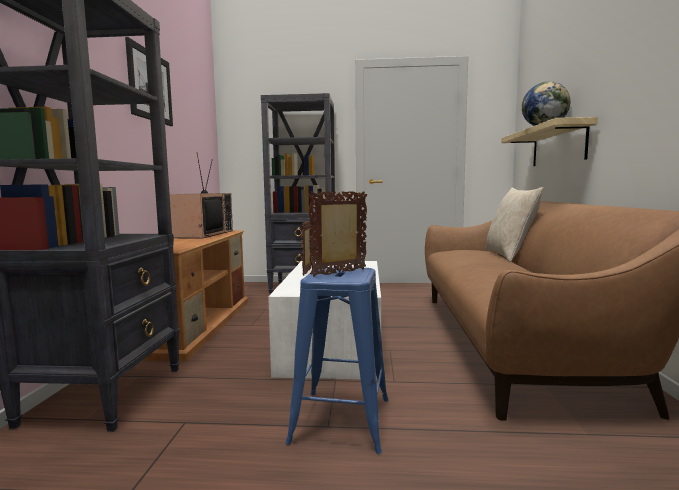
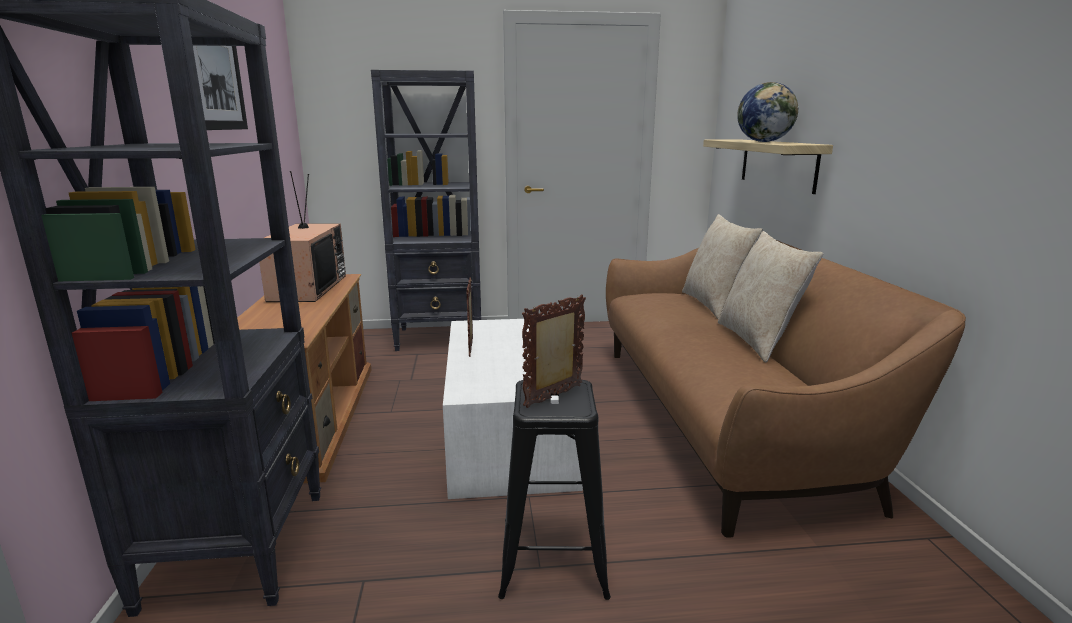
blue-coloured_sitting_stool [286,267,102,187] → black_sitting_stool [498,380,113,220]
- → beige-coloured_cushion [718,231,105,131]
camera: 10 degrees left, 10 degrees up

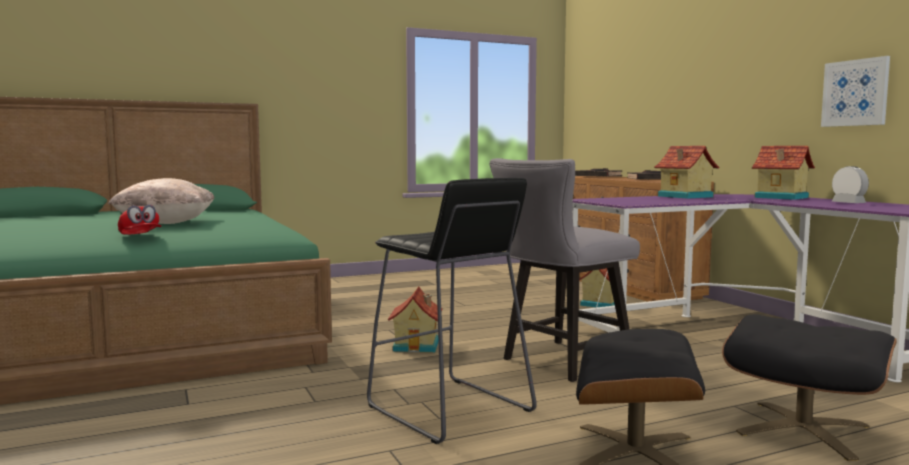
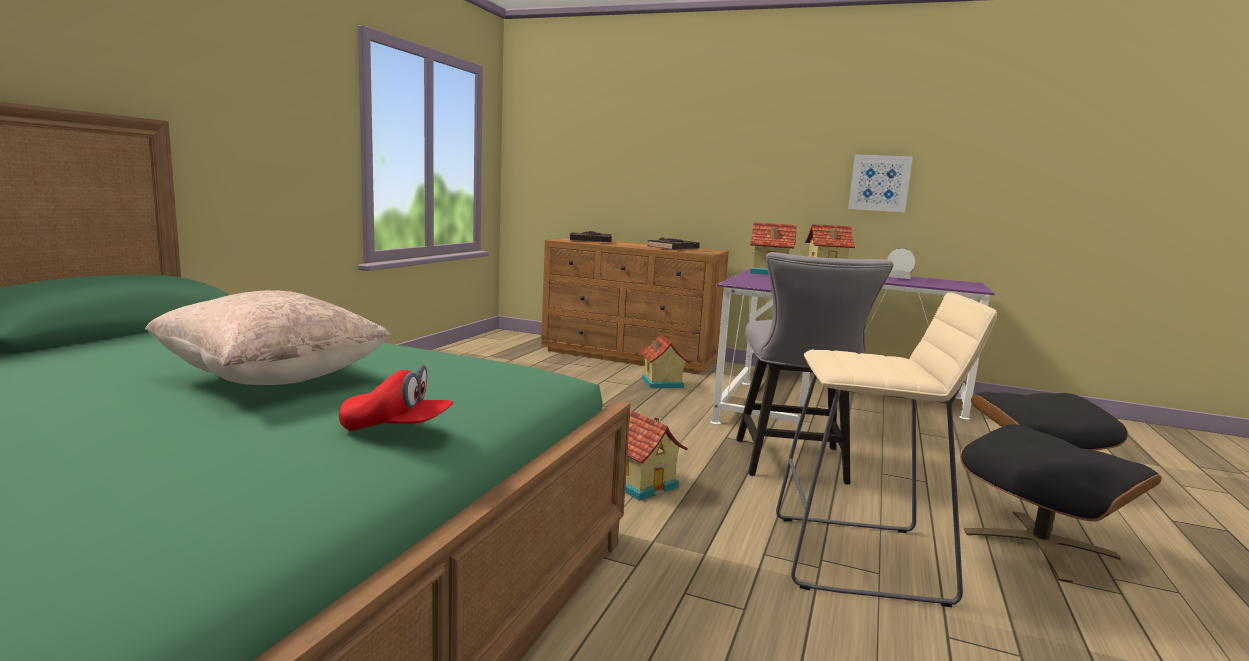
black_sitting_stool [367,178,170,266] → beige-coloured_sitting_stool [776,292,221,315]
camera: 45 degrees left, 5 degrees up

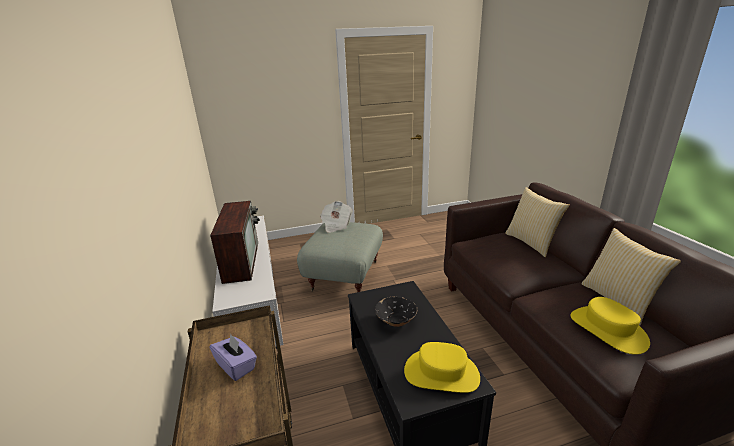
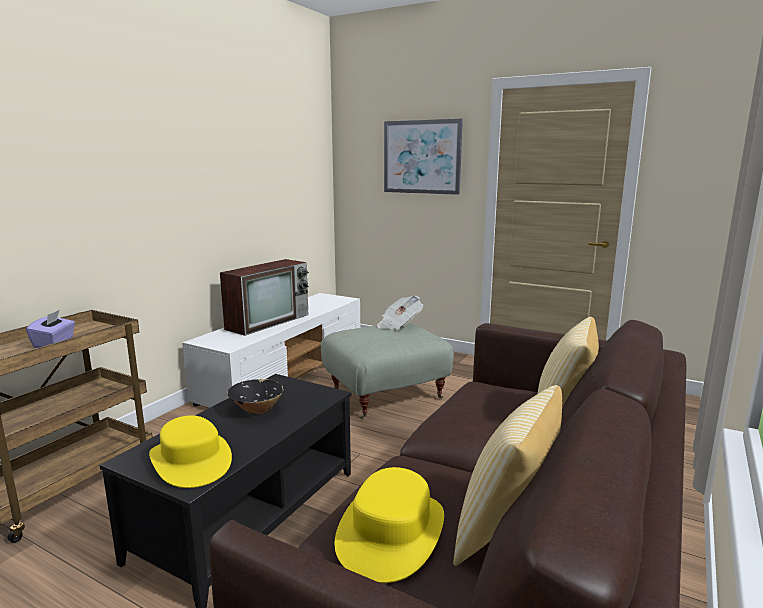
- → wall_picture [384,119,79,76]
camera: 45 degrees right, 10 degrees down

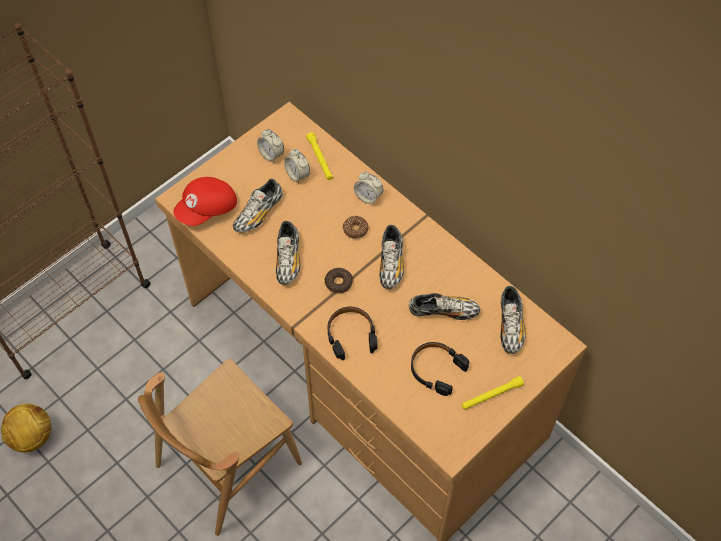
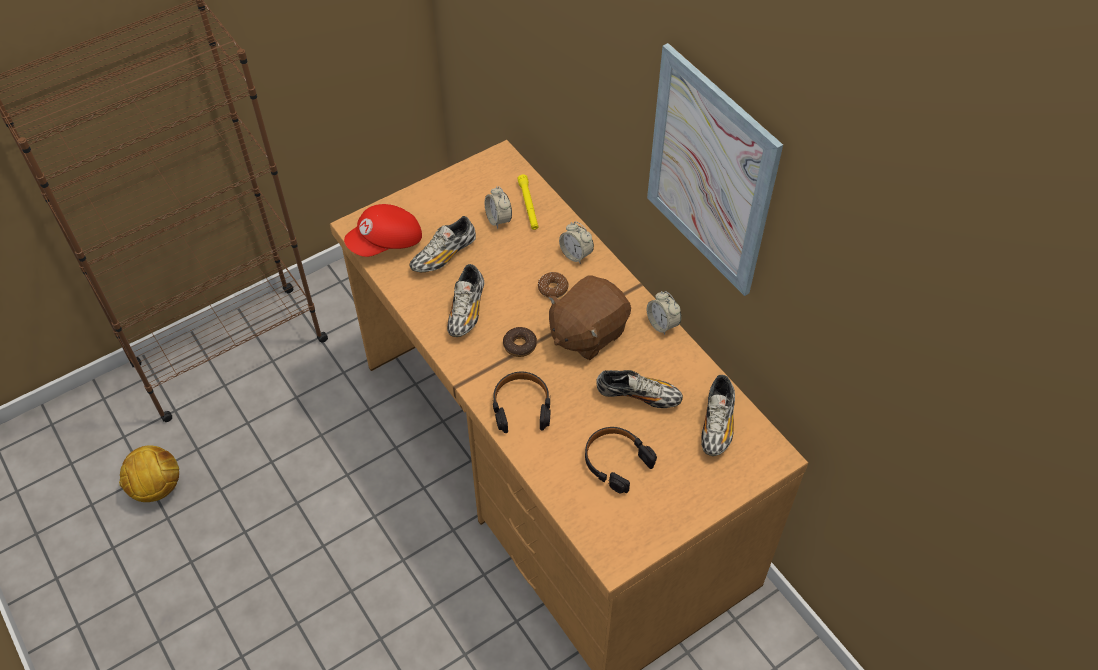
low_shoe [380,225,24,64] → brownish_plush_toy [548,275,83,85]
- → wall_picture [647,43,136,253]
alarm_clock [257,129,27,33] → alarm_clock [647,291,34,44], shifted
brownish_chair [138,359,164,177] → -
yellow-coloured_flashlight [462,376,62,34] → -
camera: 10 degrees right, 5 degrees down

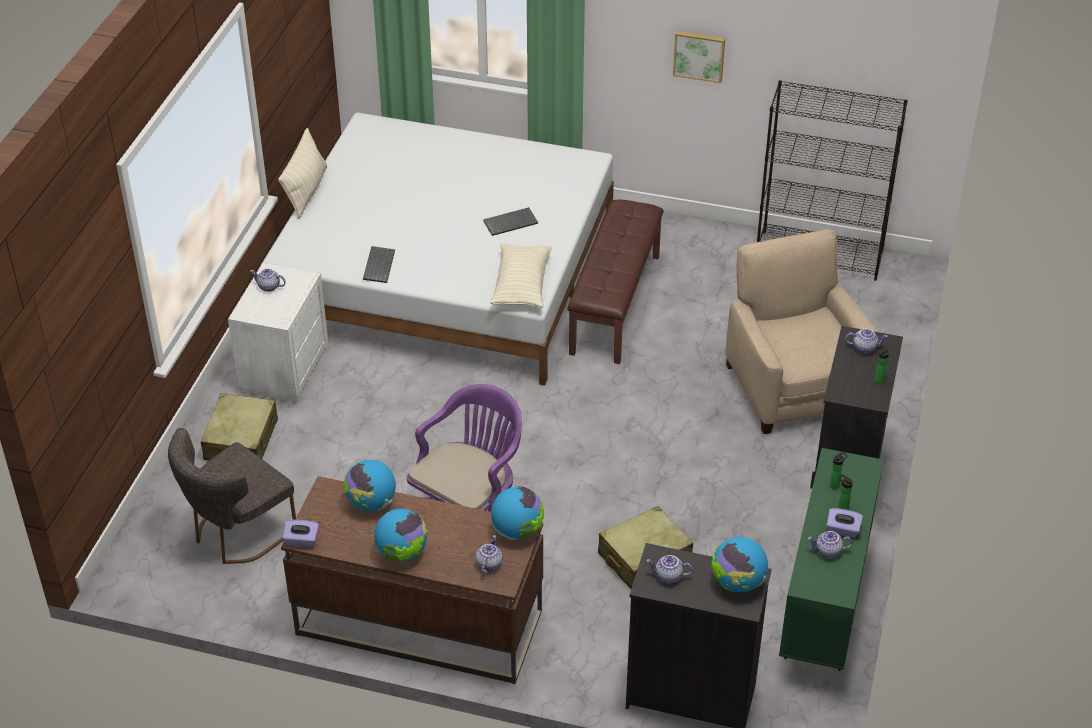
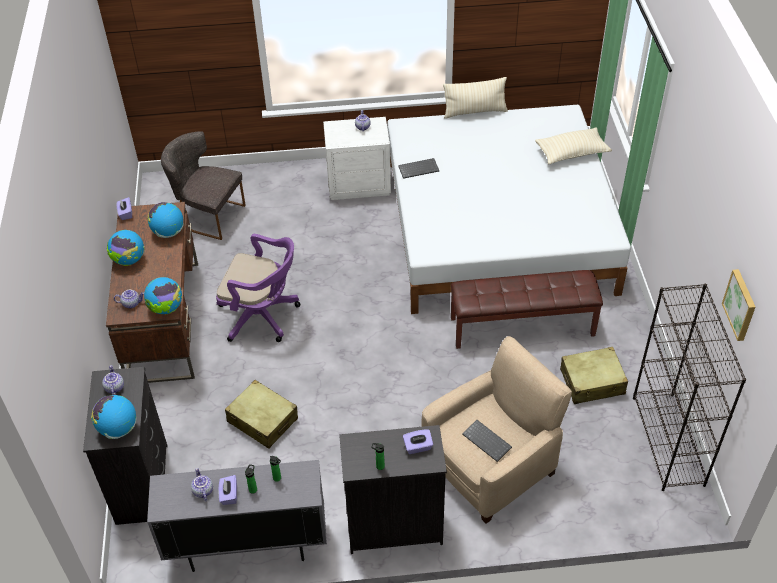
green-coloured_cabinet [779,448,105,223] → gray_cabinet [147,460,180,112]
tea_pot [845,329,43,25] → purple_box_of_tissues [403,429,30,25]
PC_keyboard [483,207,55,29] → PC_keyboard [462,420,50,42], shifted
beige-coloured_cushion [490,243,62,65] → beige-coloured_cushion [535,127,77,37], shifted
beige-coloured_piece_of_luggage [201,393,77,67] → beige-coloured_piece_of_luggage [560,347,68,57], shifted
wall_picture [673,31,52,52] → wall_picture [722,269,33,72], shifted
camera: 70 degrees right, 5 degrees up

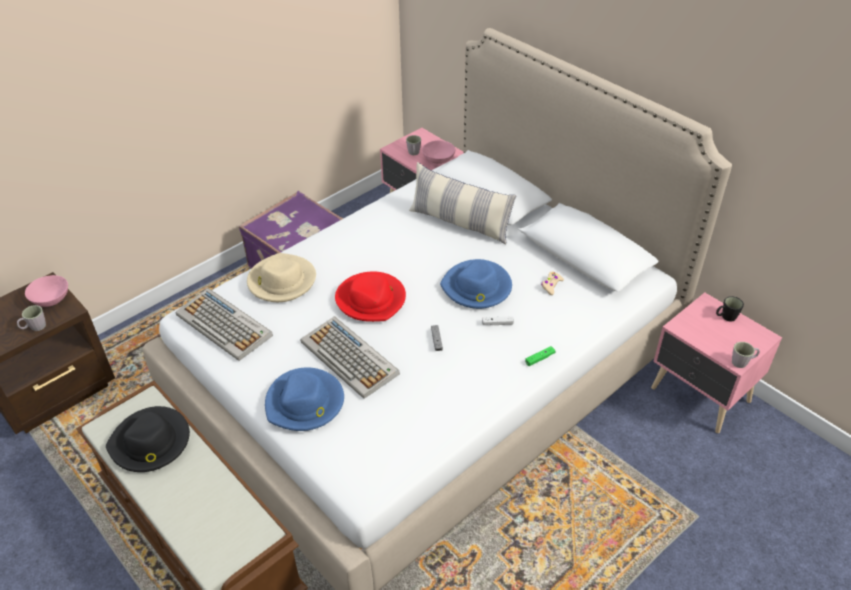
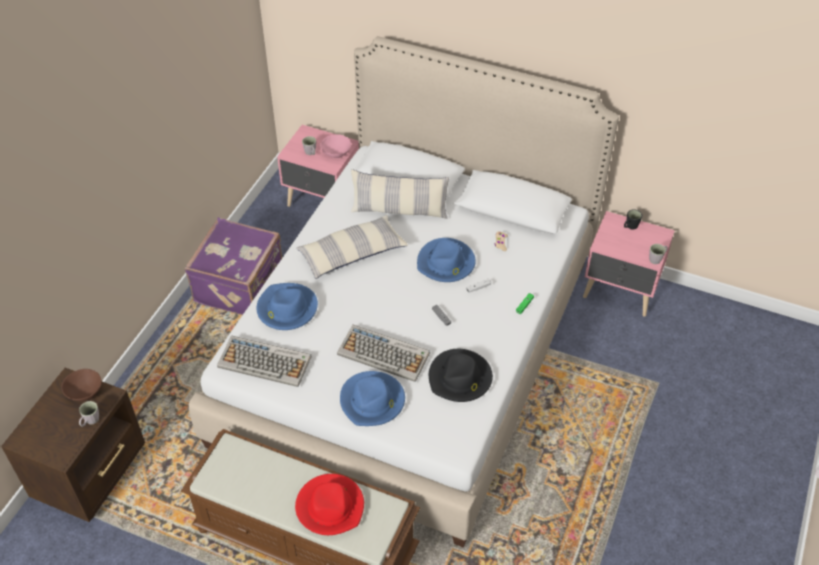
pinkish_bowl [25,275,43,32] → brownish_bowl [62,369,40,33]
beige-coloured_hat [247,253,69,49] → blue-coloured_hat [256,283,62,47]
reddish_hat [335,271,71,51] → reddish_hat [295,474,69,61], shifted
- → cushion [296,215,112,64]
black_hat [106,406,84,66] → black_hat [429,349,64,53], shifted
camera: 25 degrees left, 5 degrees up

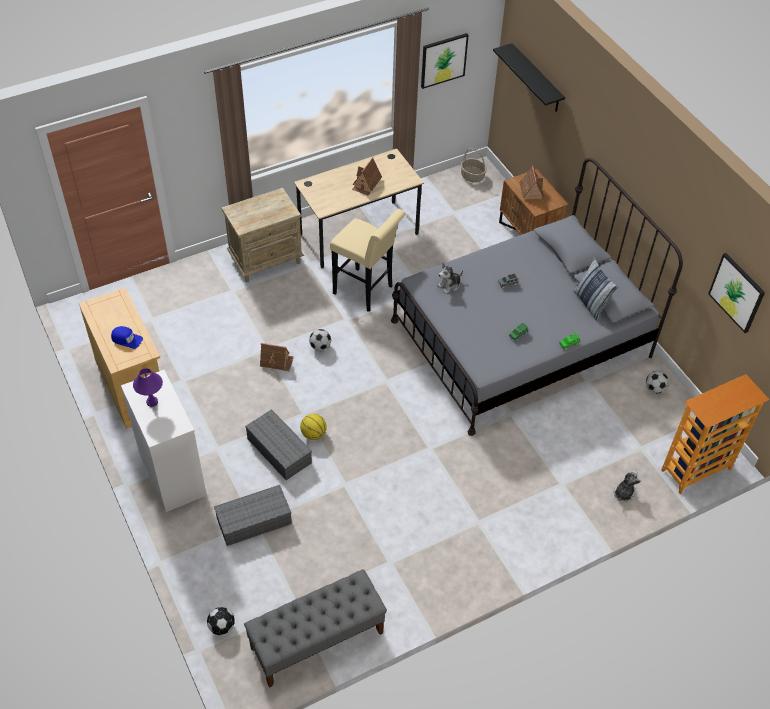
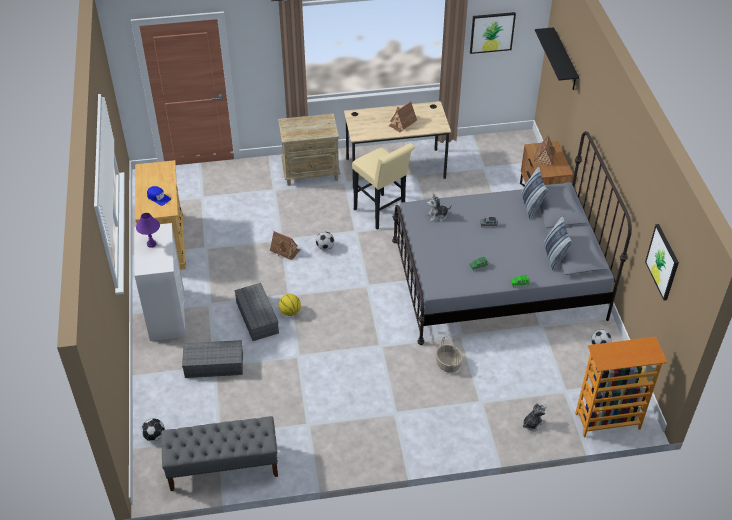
household_basket [461,148,26,35] → household_basket [436,336,27,37], shifted
- → cushion [521,165,27,53]
camera: 20 degrees right, 5 degrees down

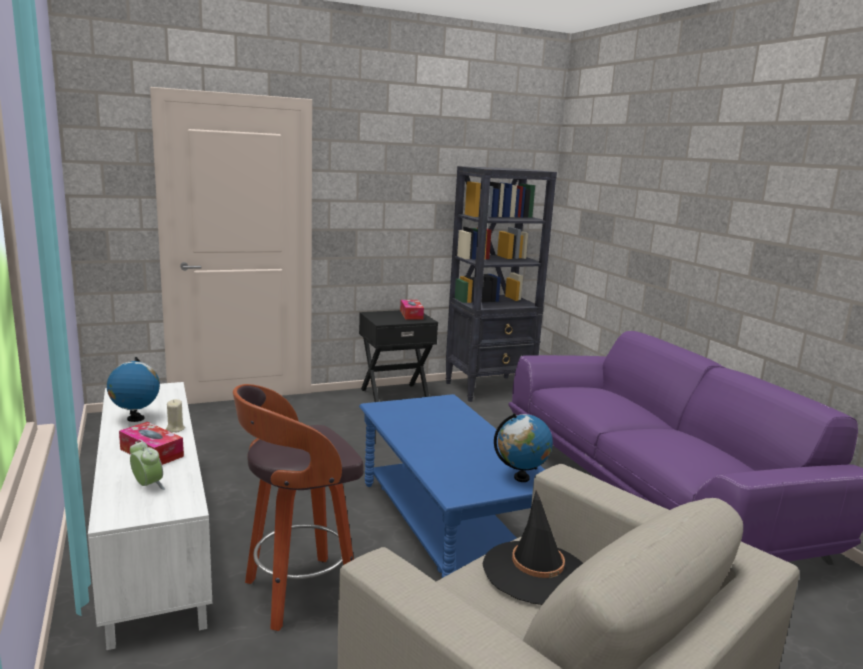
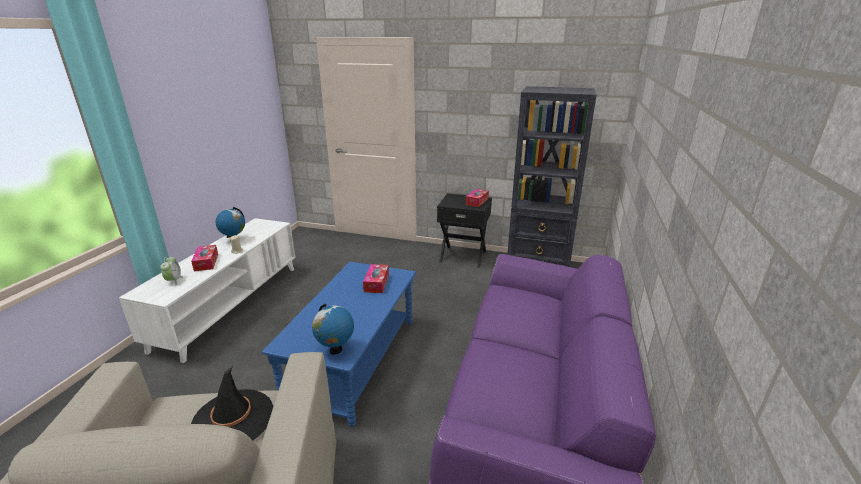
- → box_of_tissues [363,264,26,29]
sitting_stool [233,384,131,247] → -
camera: 40 degrees right, 10 degrees up

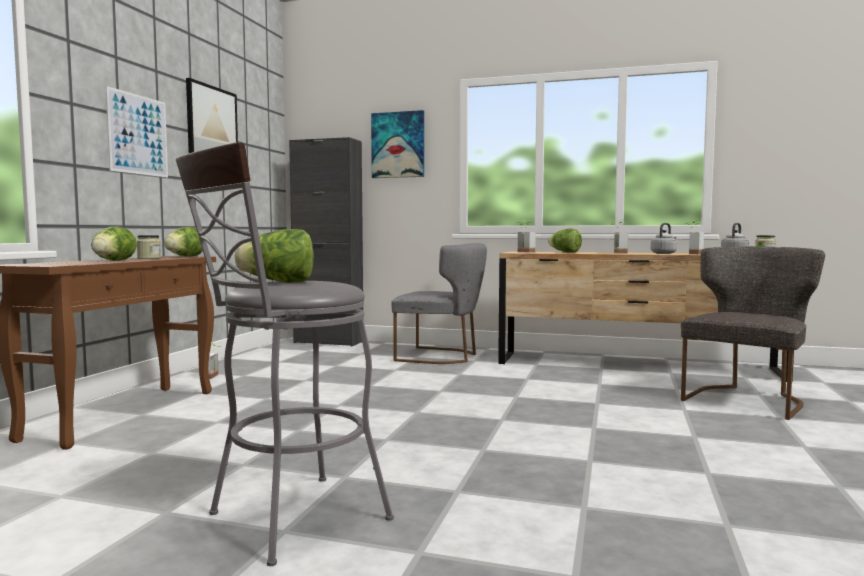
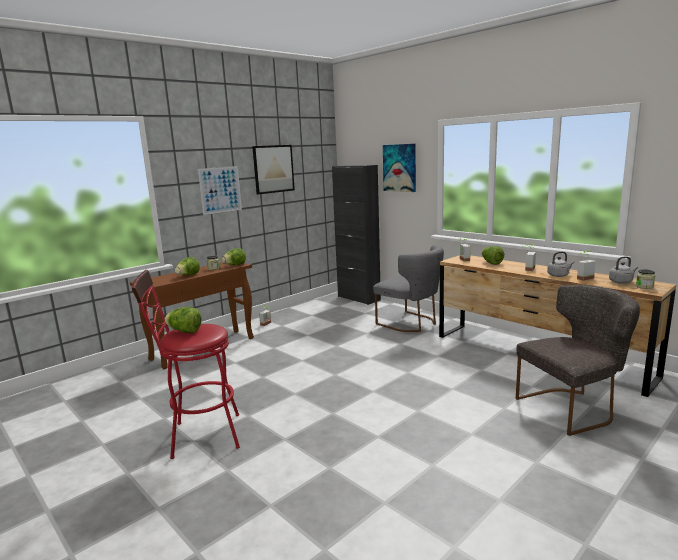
gray_sitting_stool [175,142,219,424] → reddish_sitting_stool [131,270,109,189]
camera: 30 degrees right, 10 degrees up

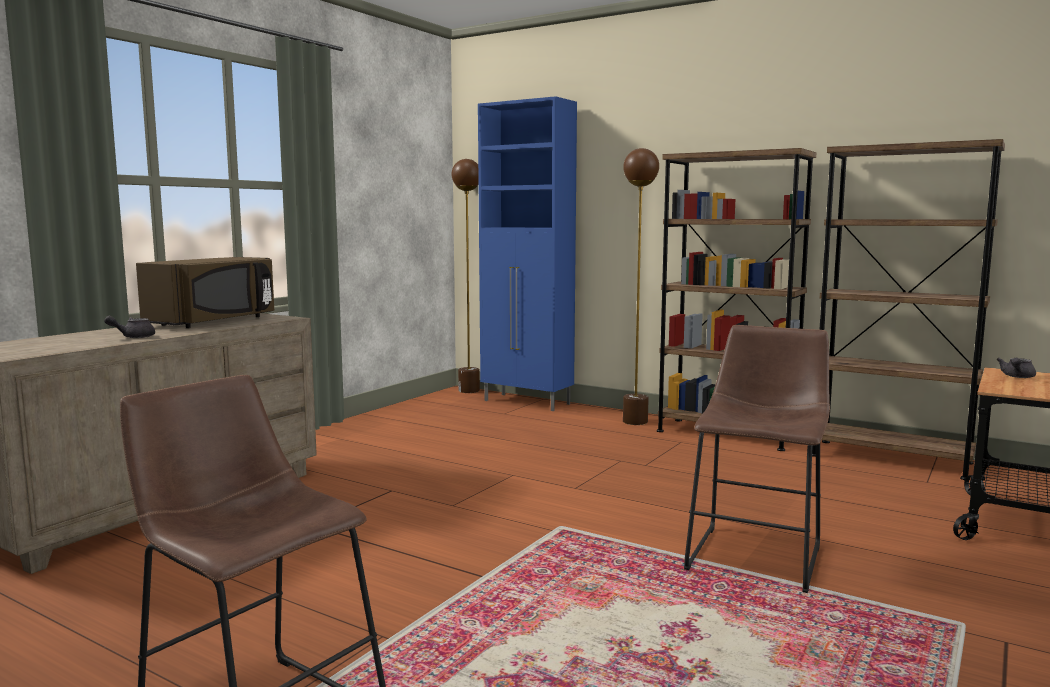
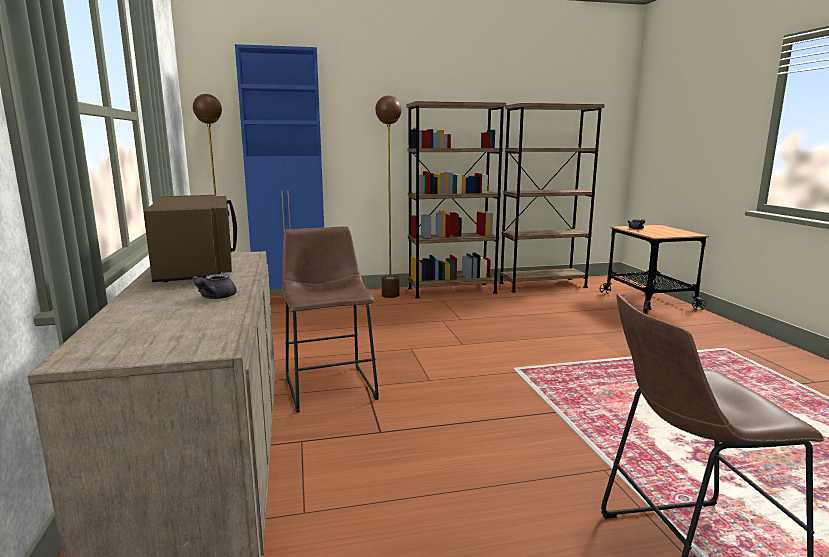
brownish_sitting_stool [684,325,146,268] → brownish_sitting_stool [282,226,97,187], shifted
camera: 45 degrees left, 5 degrees up

